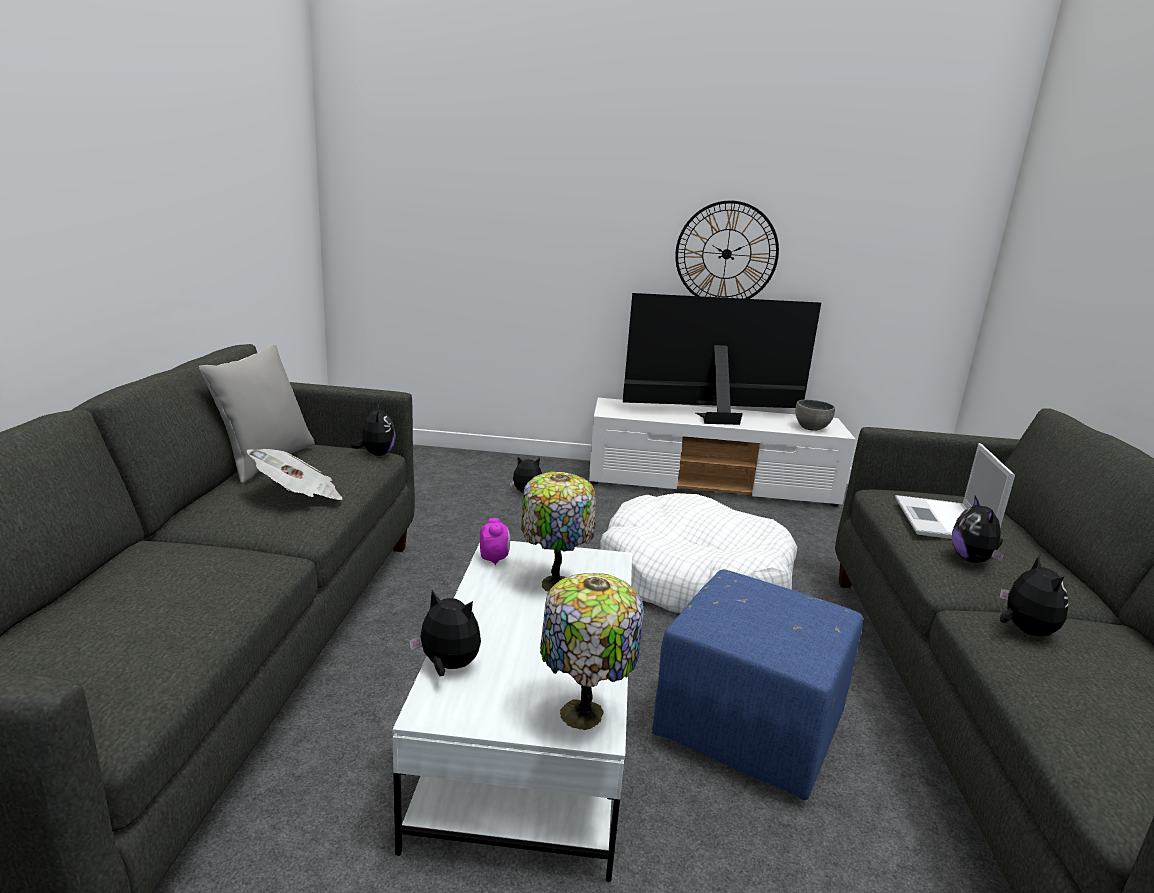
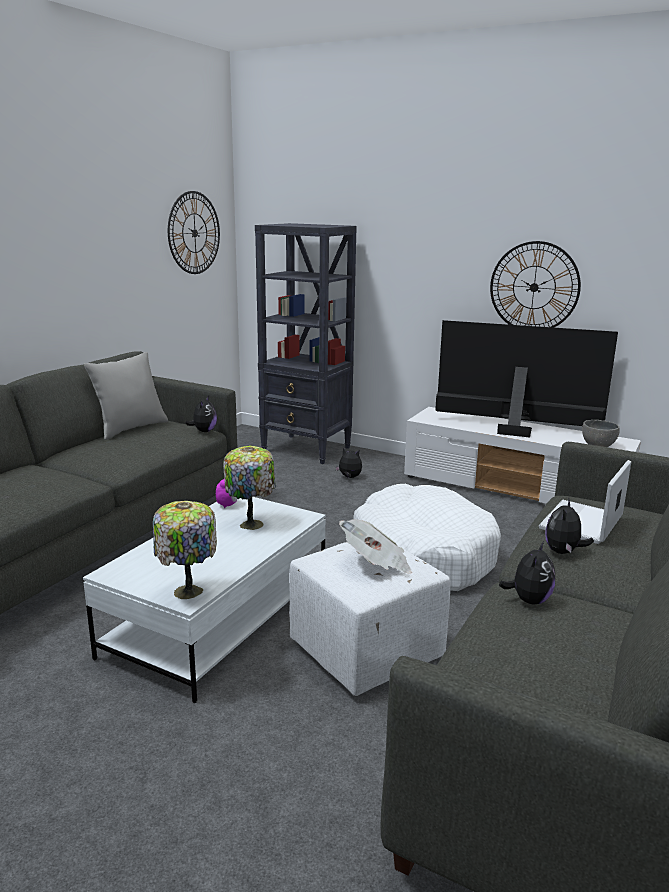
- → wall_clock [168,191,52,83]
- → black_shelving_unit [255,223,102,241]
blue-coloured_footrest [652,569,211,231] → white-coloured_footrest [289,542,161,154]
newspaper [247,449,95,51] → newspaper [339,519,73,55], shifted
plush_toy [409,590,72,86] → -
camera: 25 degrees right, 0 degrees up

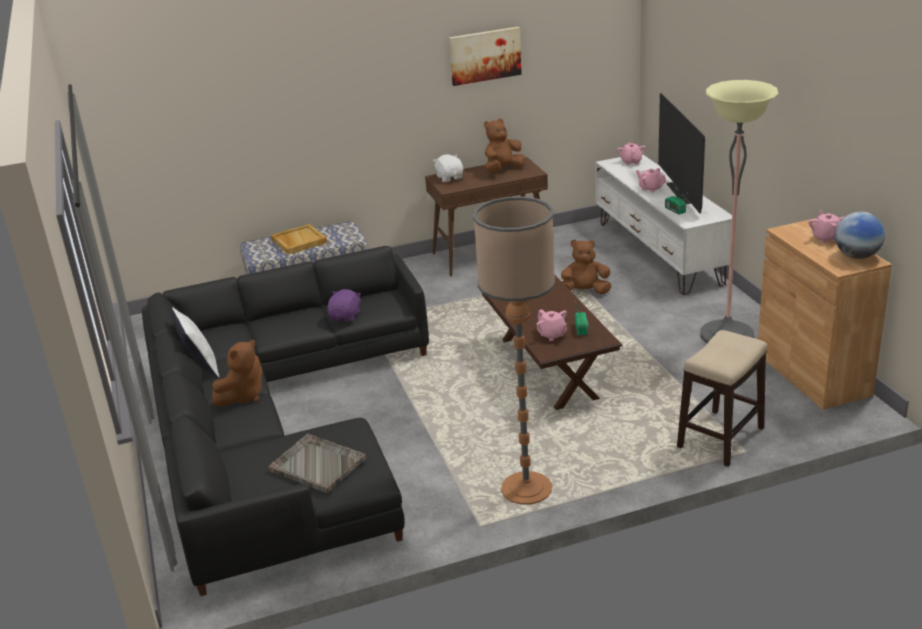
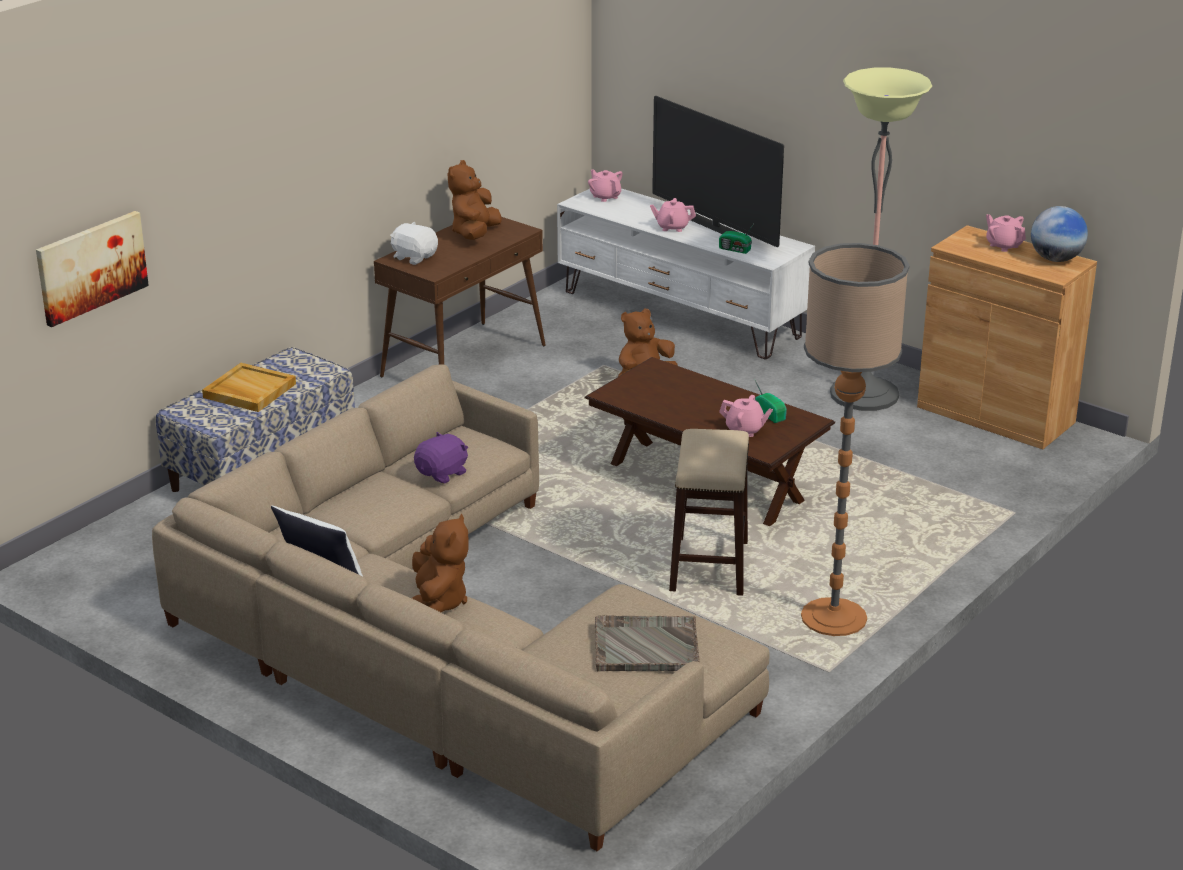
wall_picture [449,27,73,59] → wall_picture [36,211,113,116], shifted
black_sofa [142,246,287,350] → beige-coloured_sofa [152,365,618,486]
purple_plush_toy [328,289,33,33] → purple_plush_toy [414,432,54,52], 60 degrees clockwise
sitting_stool [677,330,90,137] → sitting_stool [669,429,80,167], shifted
camera: 35 degrees left, 0 degrees up

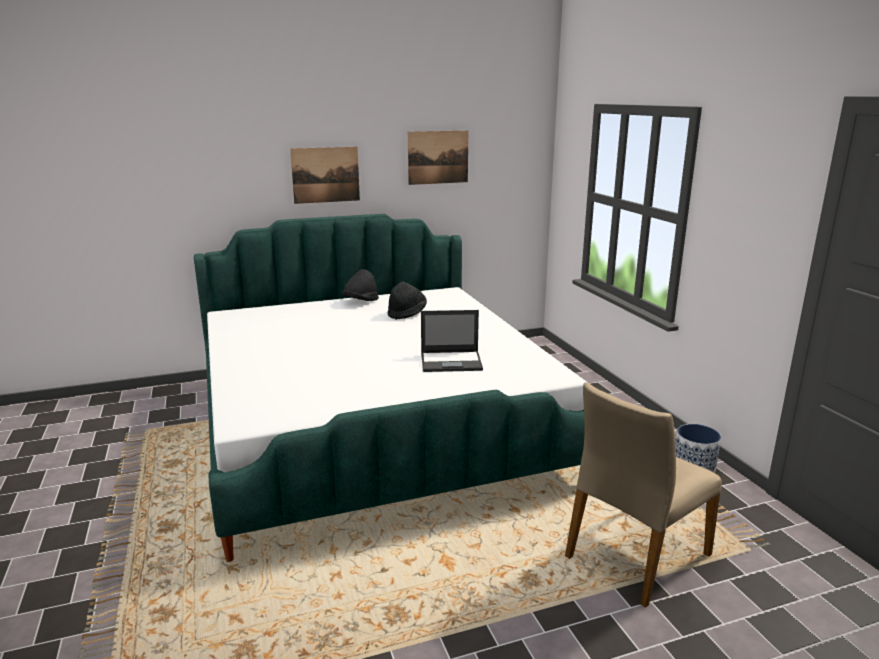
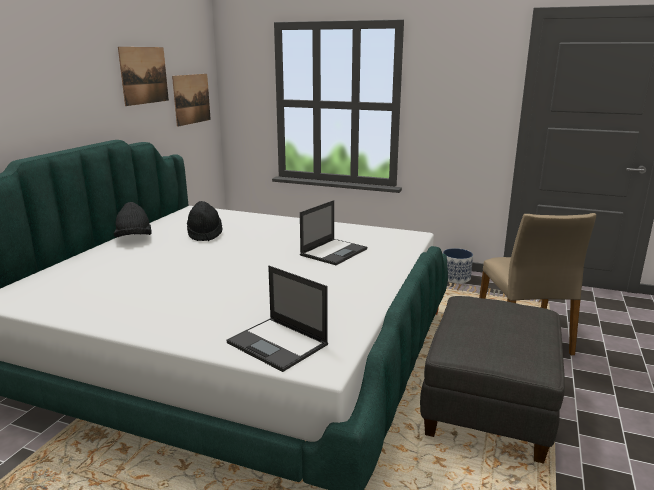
wall_picture [290,147,70,57] → wall_picture [172,74,39,53], shifted
- → notebook_computer [226,266,102,106]
- → gray_footrest [420,296,145,168]
camera: 50 degrees left, 0 degrees up

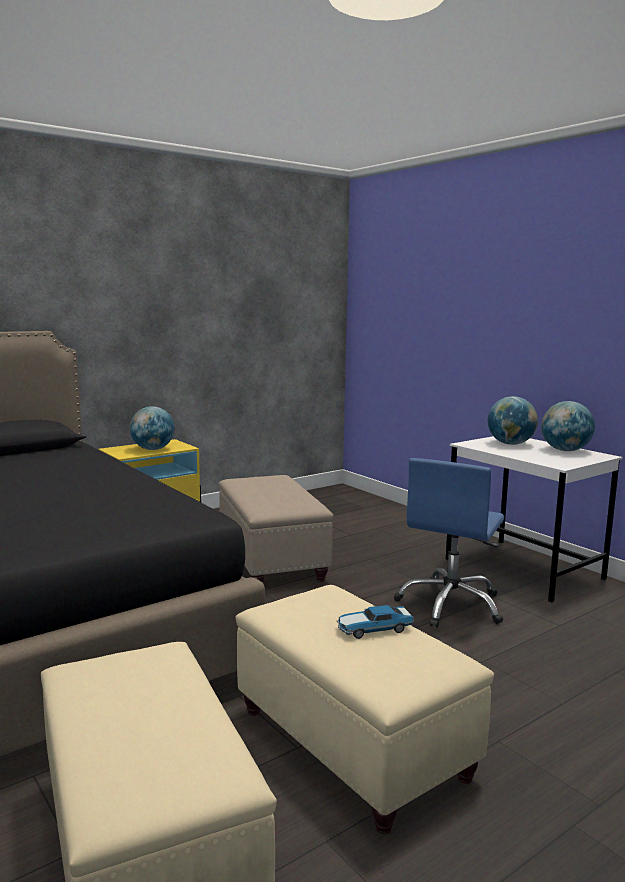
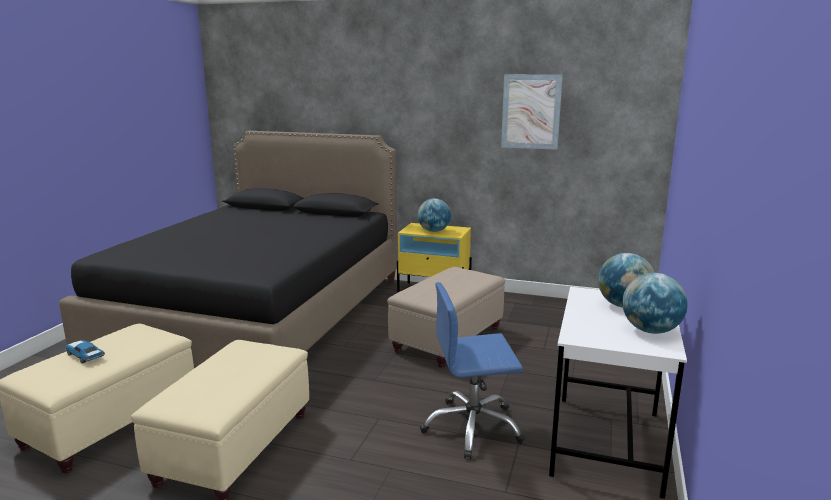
model_car [337,605,77,34] → model_car [65,340,40,24], shifted
- → wall_picture [501,74,62,76]
camera: 55 degrees right, 5 degrees up

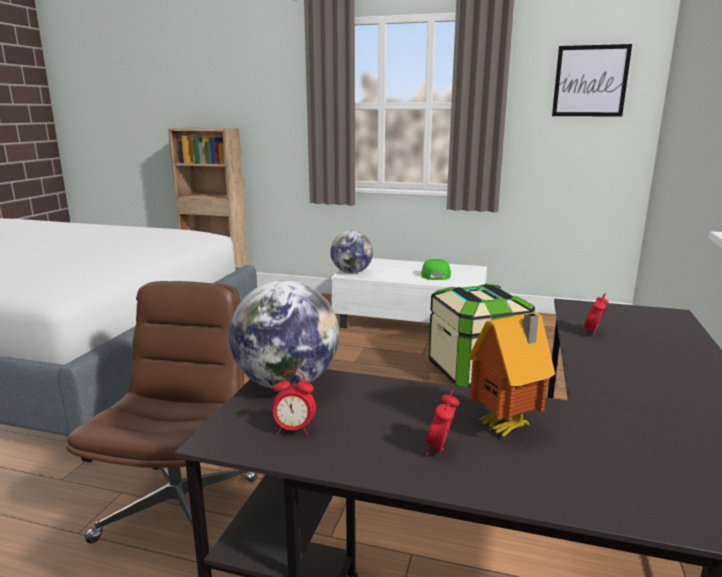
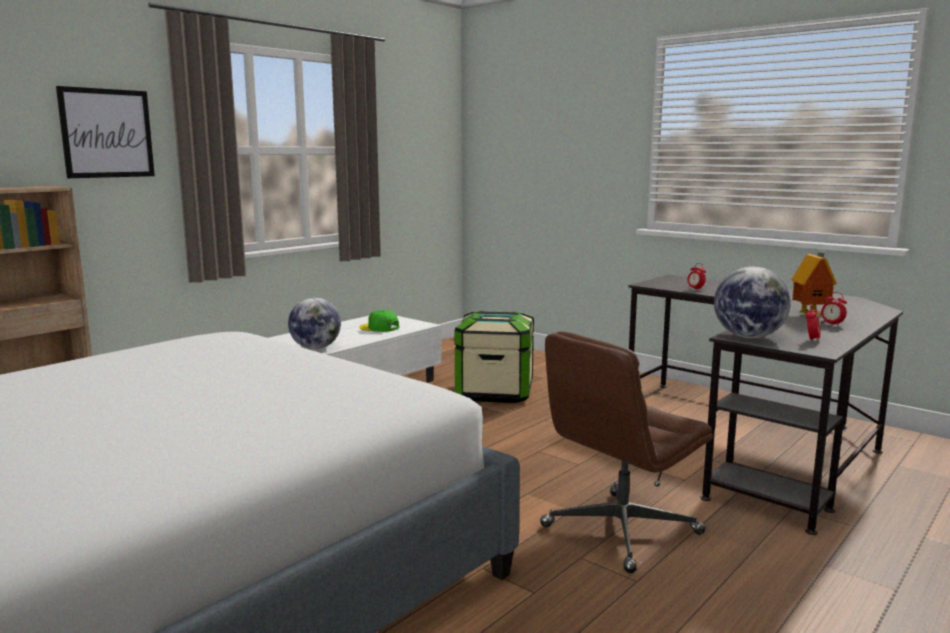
wall_picture [552,44,80,72] → wall_picture [56,86,99,92], shifted
brownish_office_chair [66,281,192,271] → brownish_office_chair [540,331,173,242], 75 degrees counterclockwise
camera: 65 degrees left, 5 degrees down

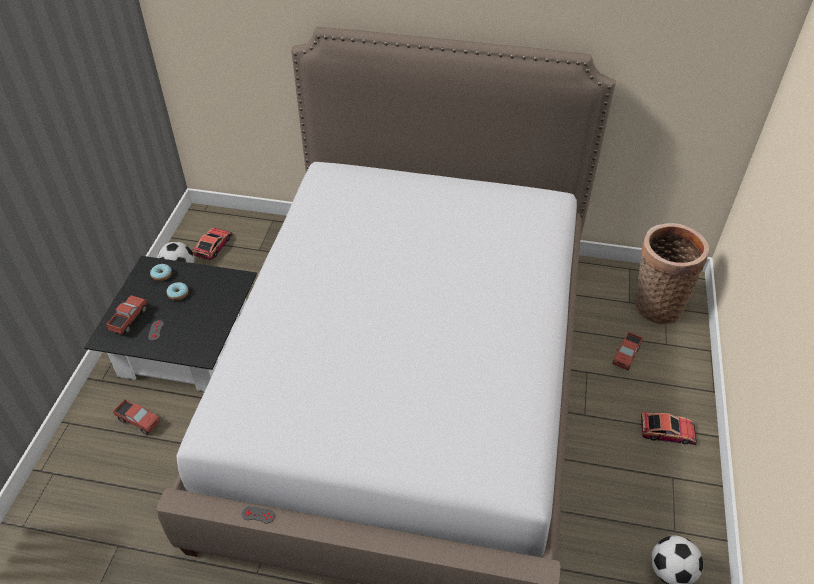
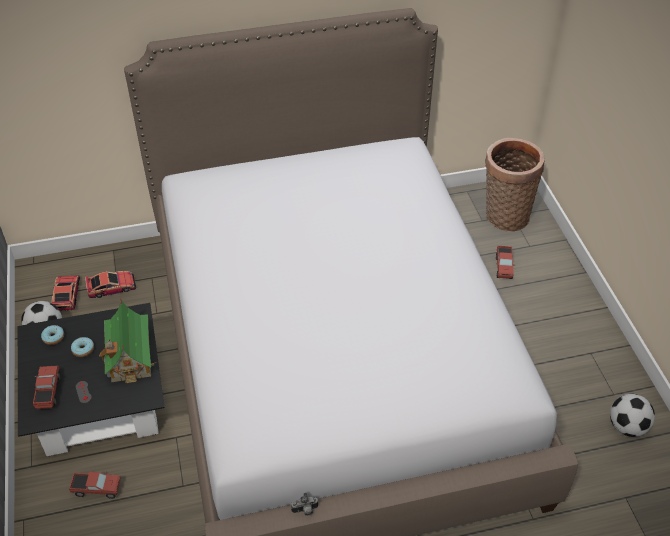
model_car [641,411,56,34] → model_car [85,271,51,27], shifted
- → miniature_house [99,298,57,85]
gray_gamepad [242,506,33,17] → still_camera [291,493,28,23]
camera: 25 degrees left, 0 degrees up

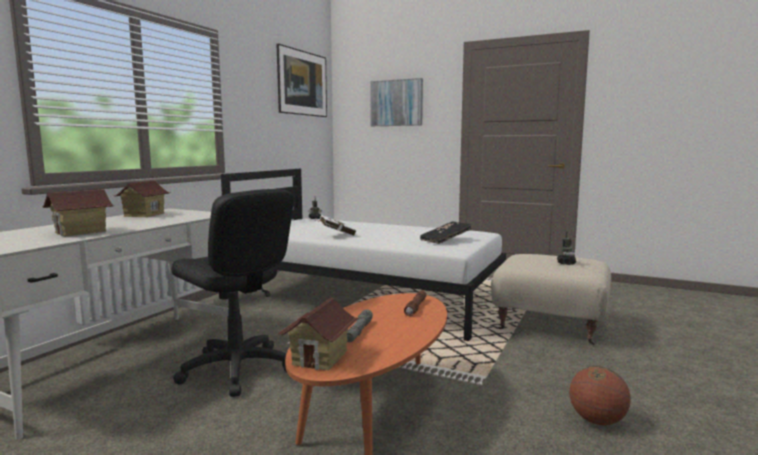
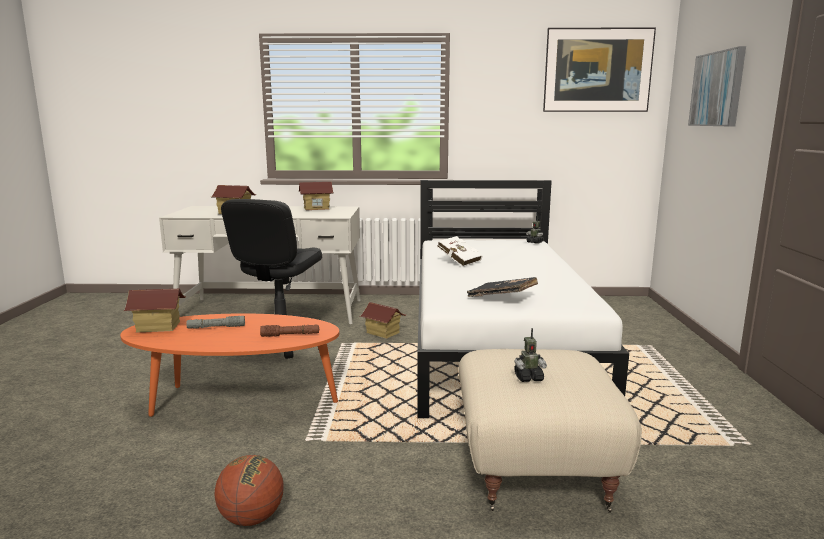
- → miniature_house [360,302,46,37]
camera: 65 degrees right, 5 degrees up

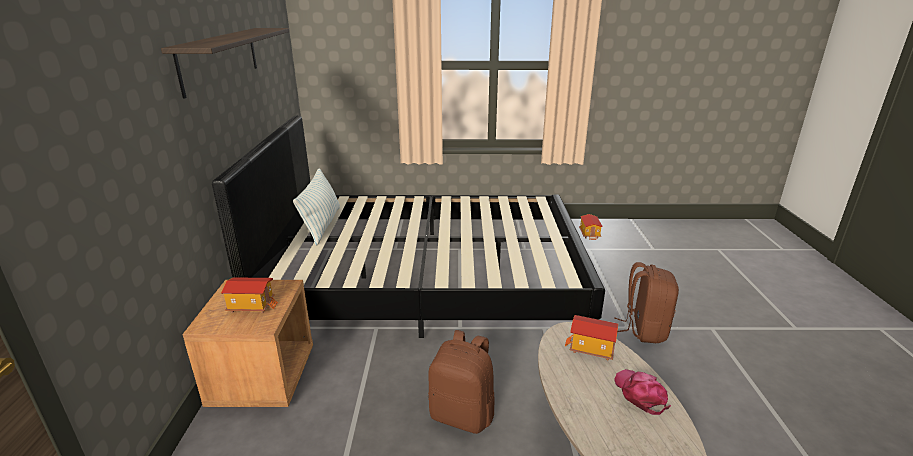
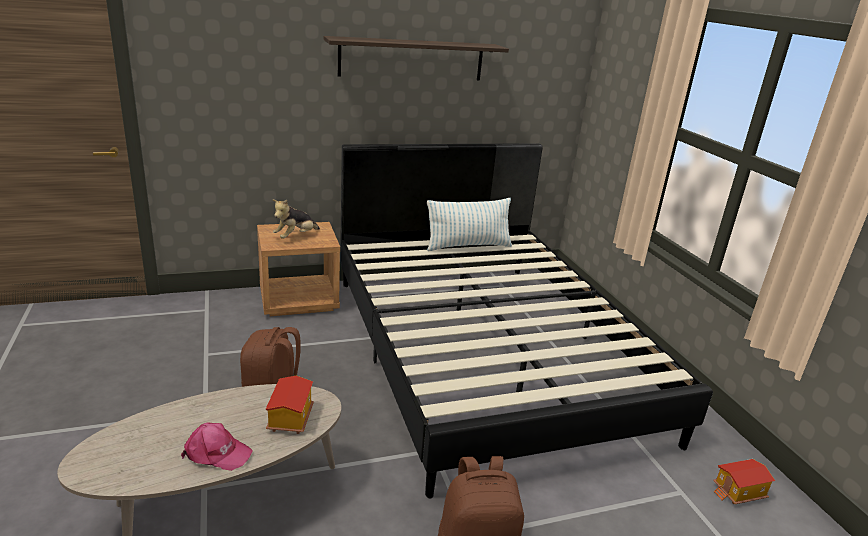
pinkish_baseball_cap [614,369,57,46] → pinkish_baseball_cap [181,422,72,49], 45 degrees clockwise
miniature_house [221,277,57,36] → plush_toy [273,200,47,39]
camera: 70 degrees right, 0 degrees up

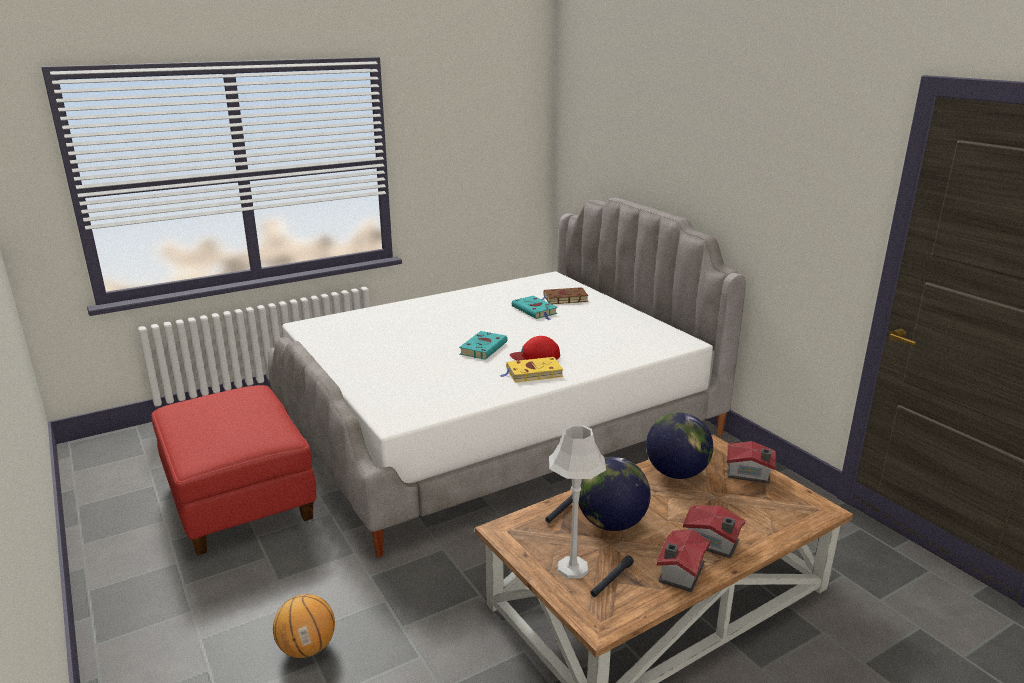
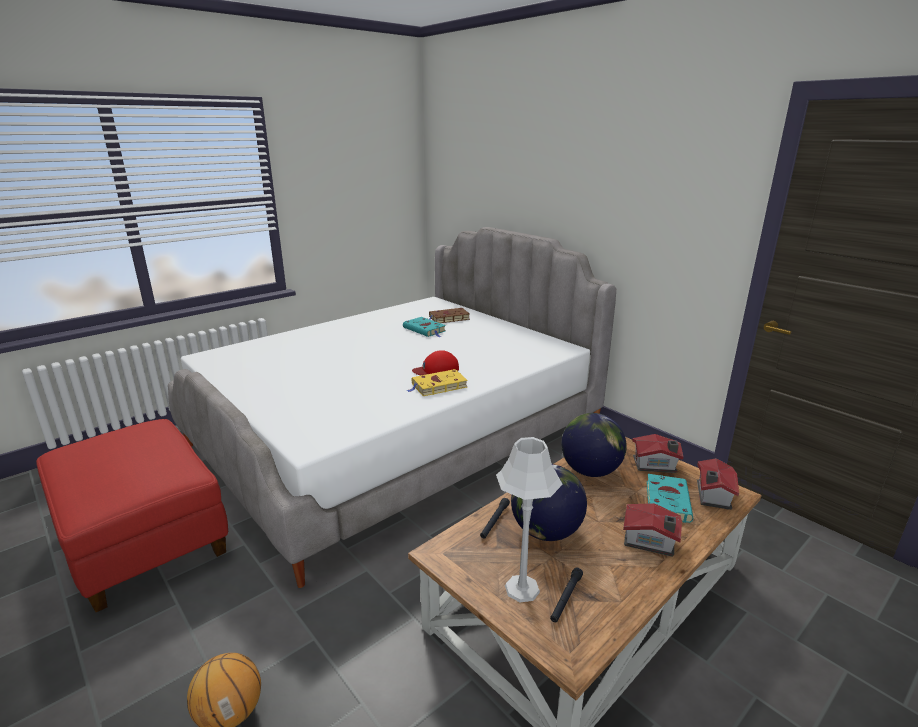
turquoise_volume [459,331,49,29] → turquoise_volume [647,474,46,49], shifted
miniature_house [657,529,53,63] → miniature_house [697,458,42,52], shifted
camera: 10 degrees left, 0 degrees up

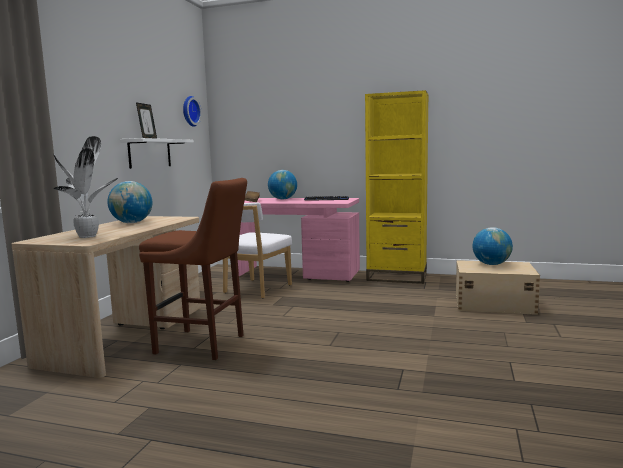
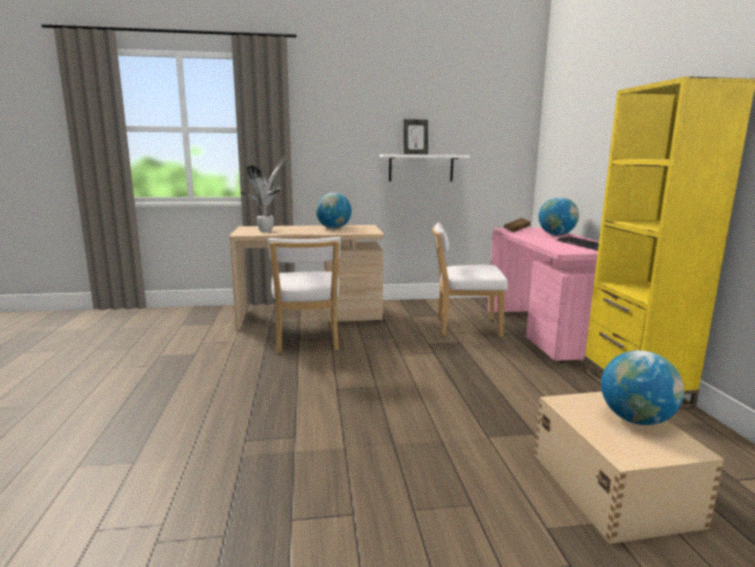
brownish_sitting_stool [139,178,108,182] → white-coloured_chair [268,237,73,117]
wall_clock [183,96,19,31] → -
camera: 65 degrees right, 5 degrees up

